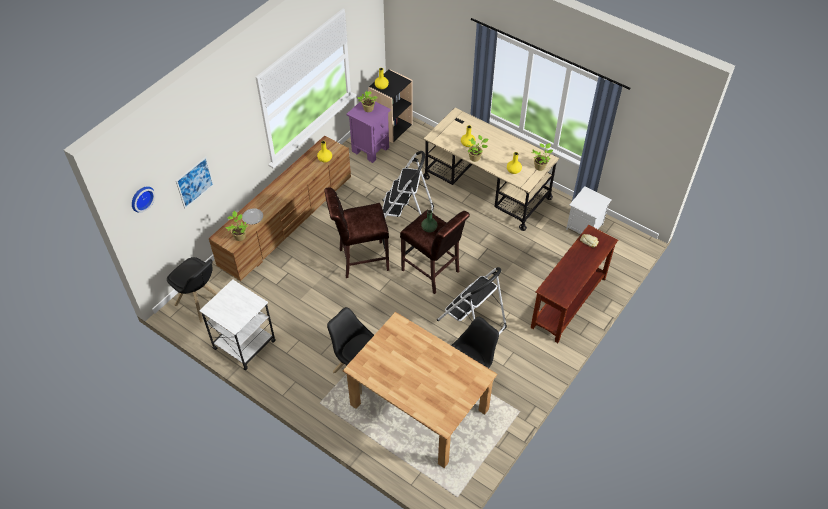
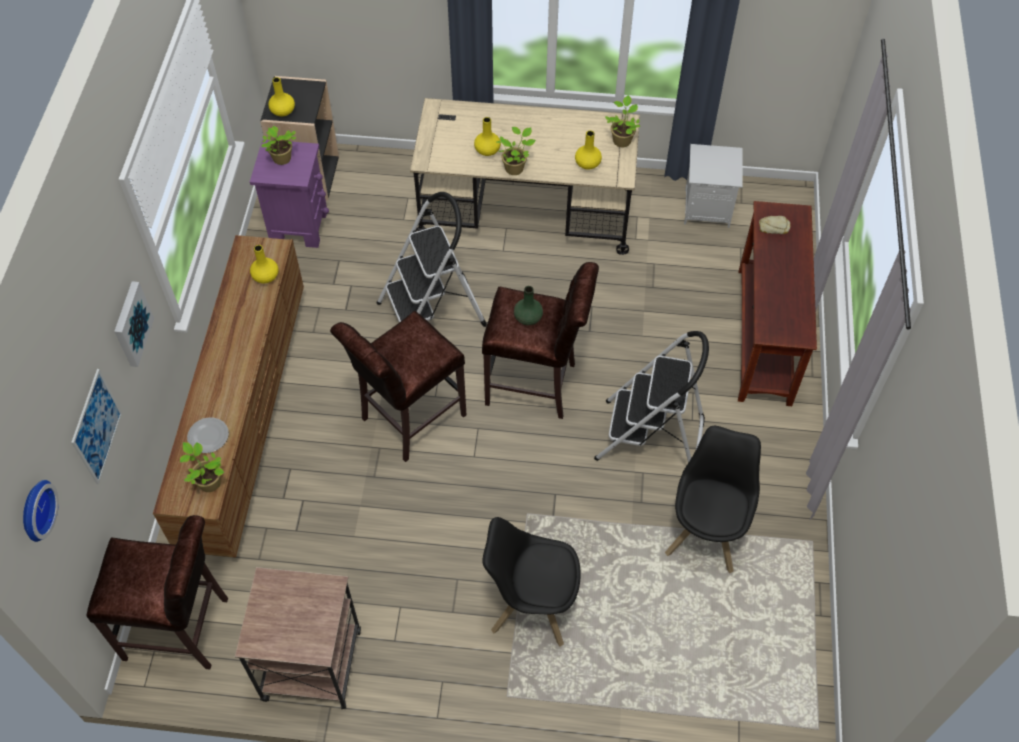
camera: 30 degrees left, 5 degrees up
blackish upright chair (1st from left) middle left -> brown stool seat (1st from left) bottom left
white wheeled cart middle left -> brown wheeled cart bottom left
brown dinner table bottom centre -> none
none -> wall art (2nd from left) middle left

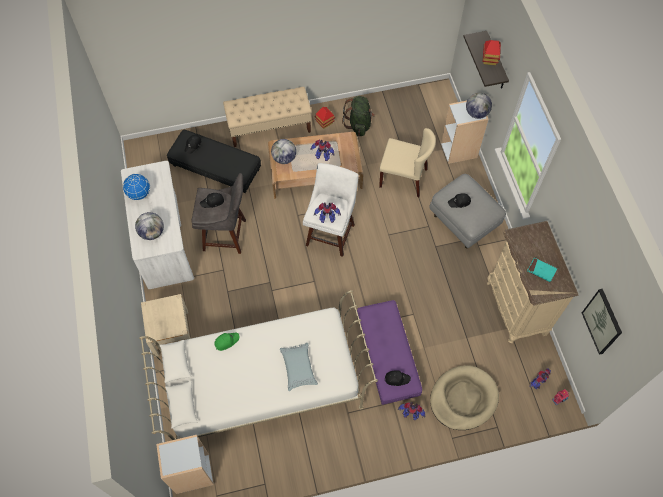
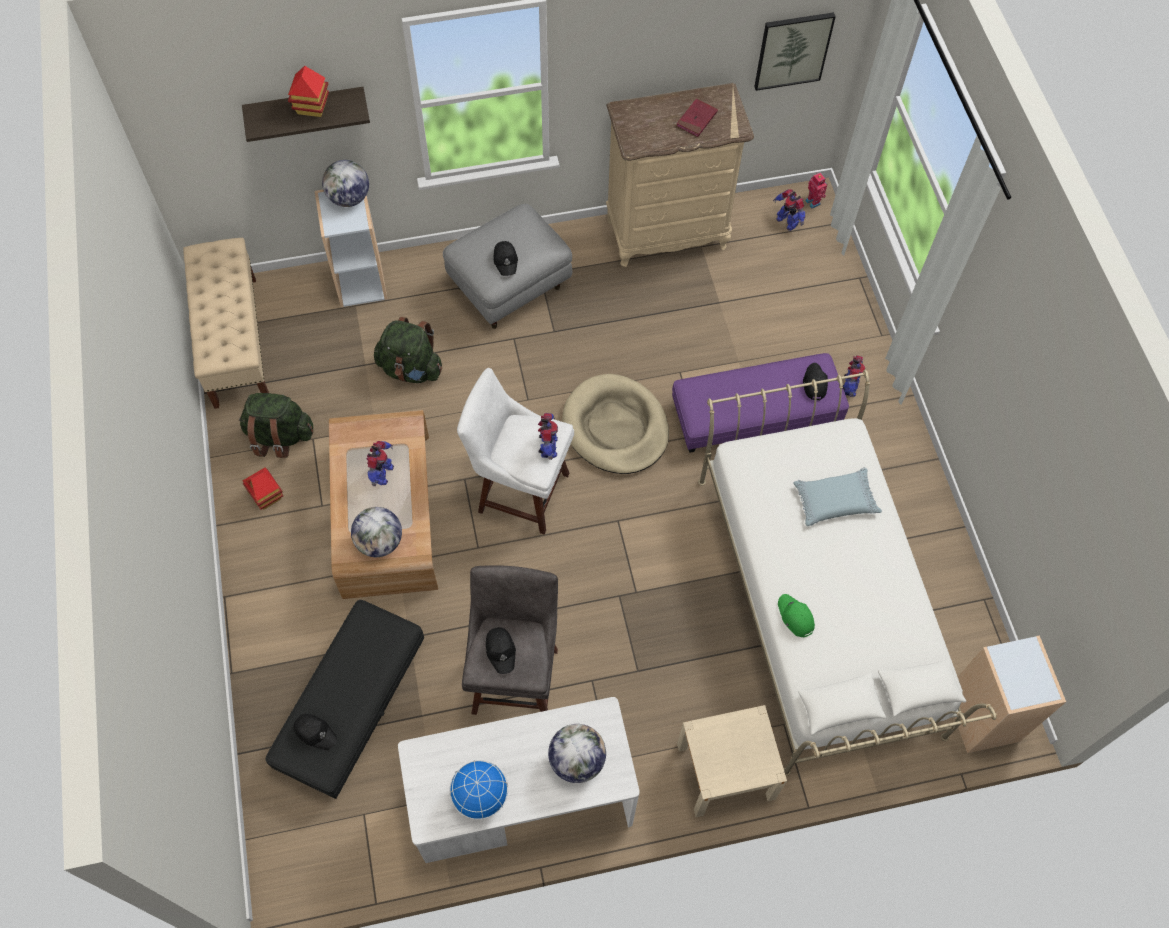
camera: 90 degrees left, 0 degrees up
sand-coloured long seat top centre -> sand-coloured long seat middle left, moved
sand-coloured upright chair top centre -> green rucksack (2nd from left) centre
sand-coloured pet bed bottom right -> sand-coloured pet bed centre, moved
turquoise-coloured bound book middle right -> reddish bound book top centre

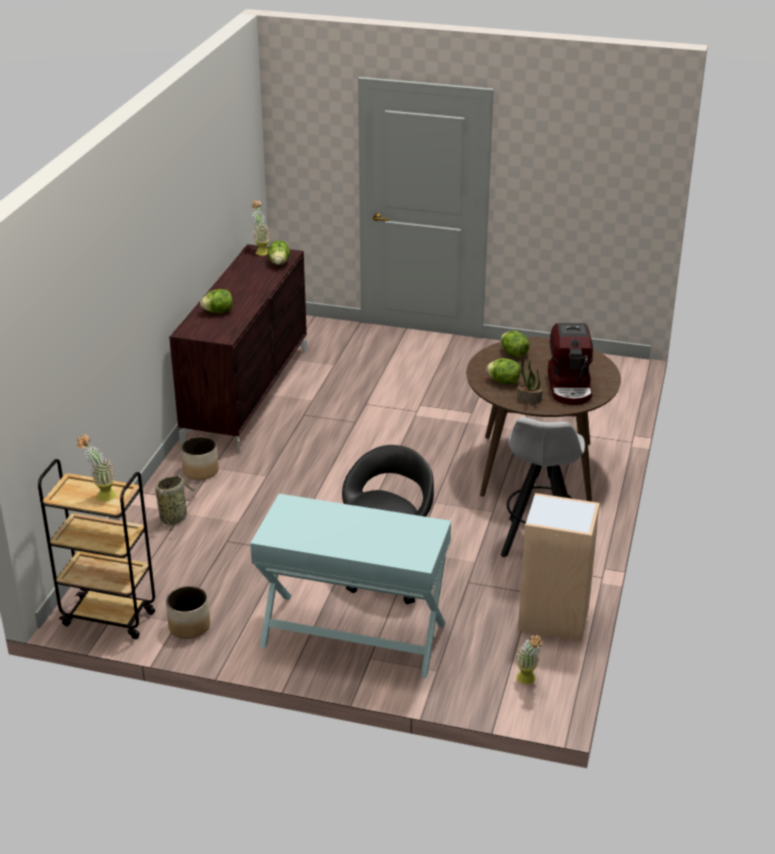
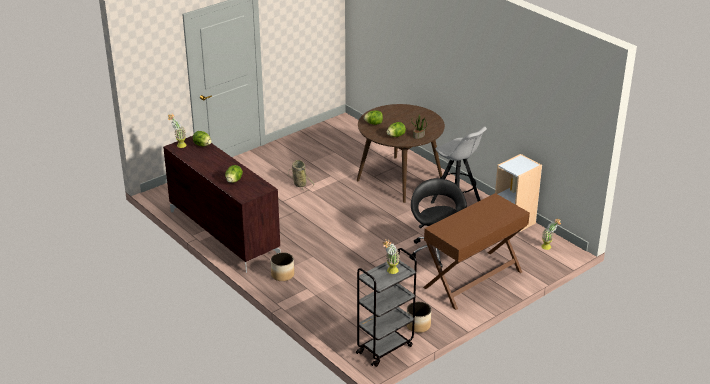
camera: 55 degrees left, 0 degrees up
brown wheeled cart middle left -> gray wheeled cart bottom centre
basket middle left -> basket centre, moved
turquoise-coloured desk table bottom centre -> brown desk table middle right
coffee machine middle right -> none

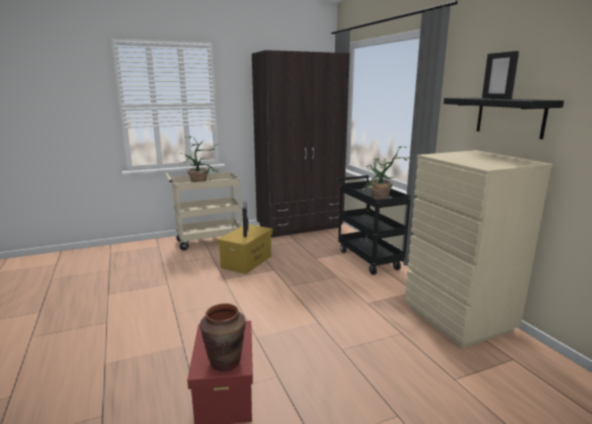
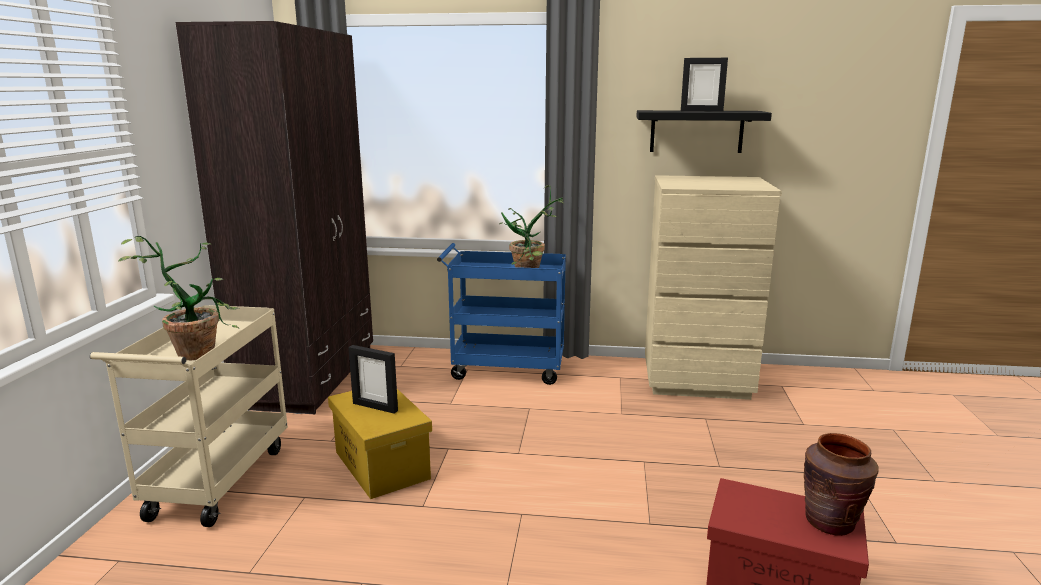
camera: 60 degrees left, 0 degrees up
blackish wheeled cart centre -> blue-coloured wheeled cart centre

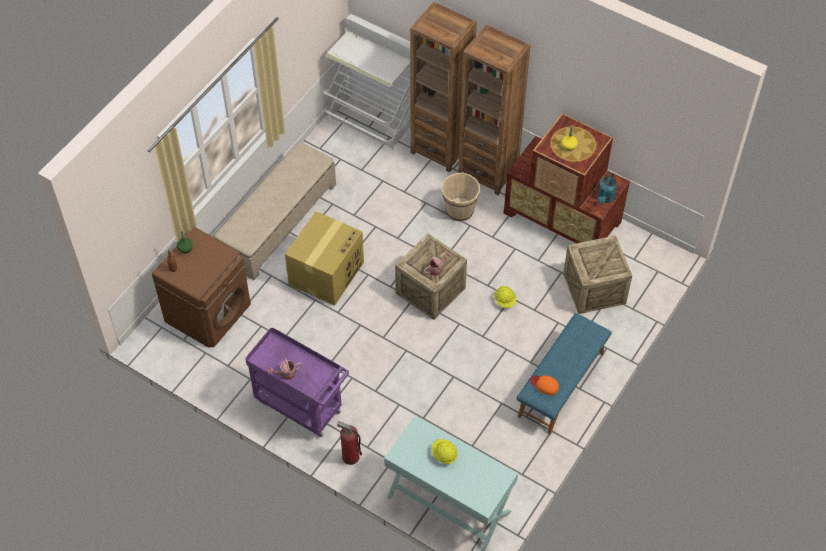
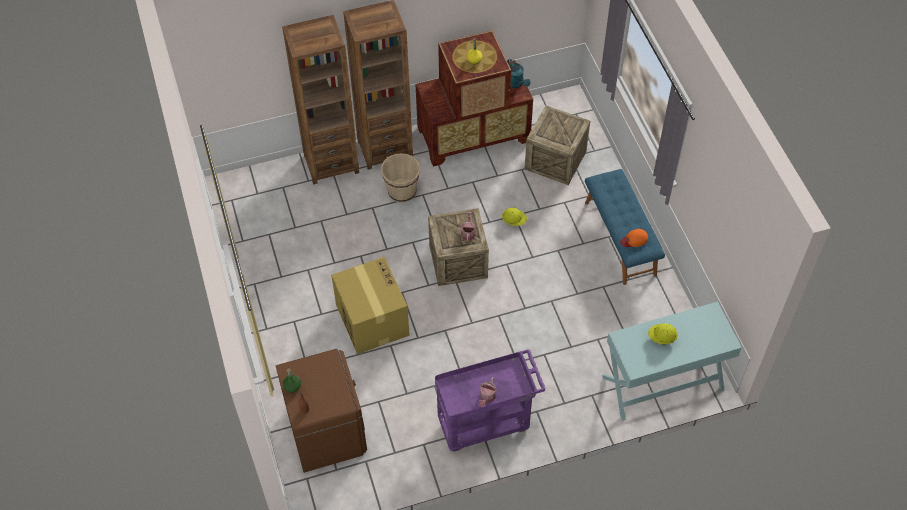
camera: 50 degrees left, 0 degrees up
sand-coloured long seat middle left -> none
white shoe rack top centre -> none
extinguisher bottom centre -> none

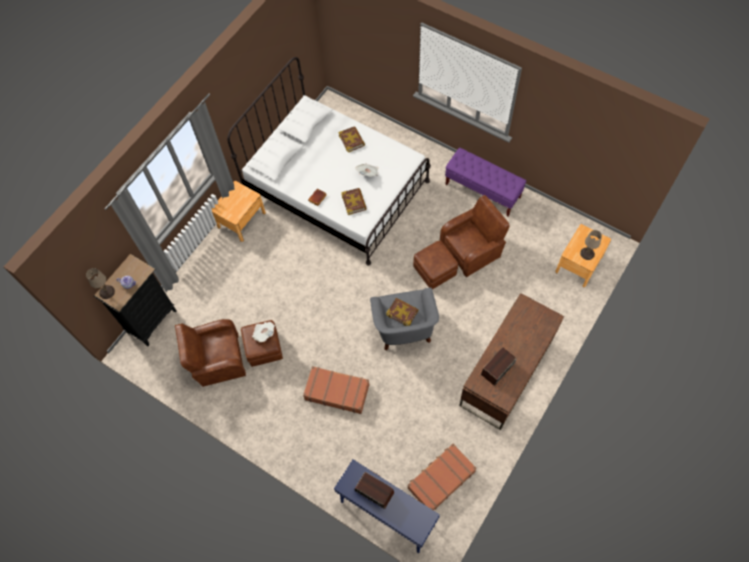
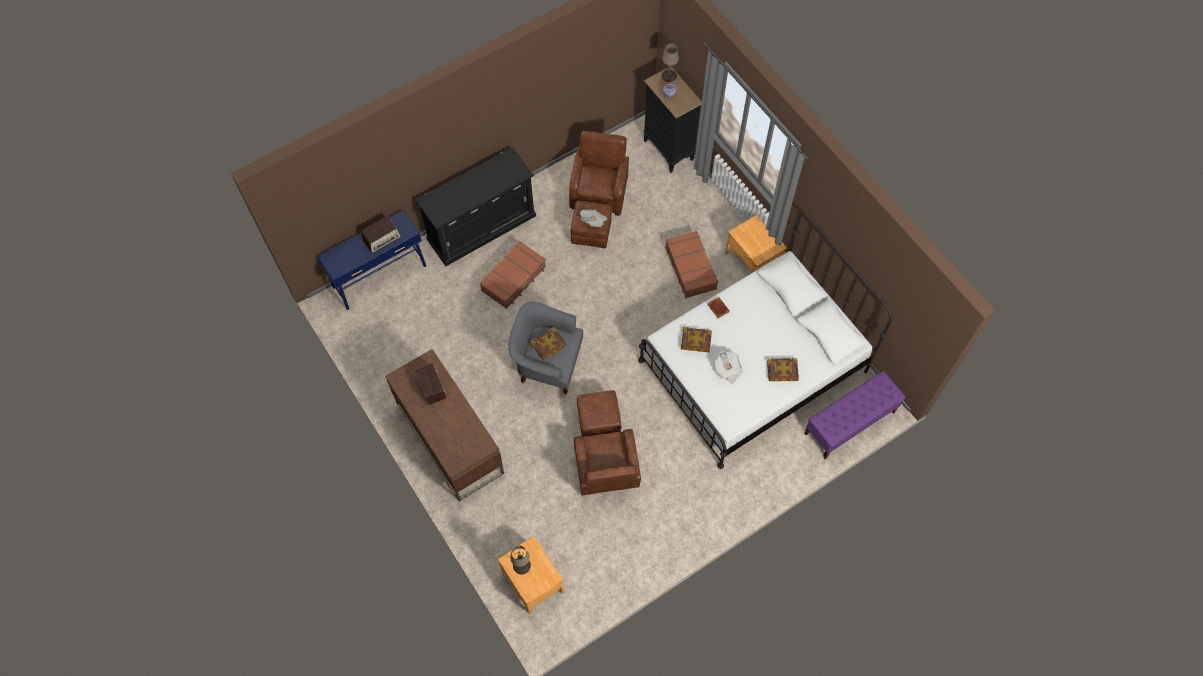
camera: 110 degrees right, 0 degrees up
brown piece of luggage (2nd from left) bottom centre -> brown piece of luggage (2nd from left) centre, moved
purple long seat top centre -> purple long seat middle right, moved
none -> blackish storage cabinet top centre

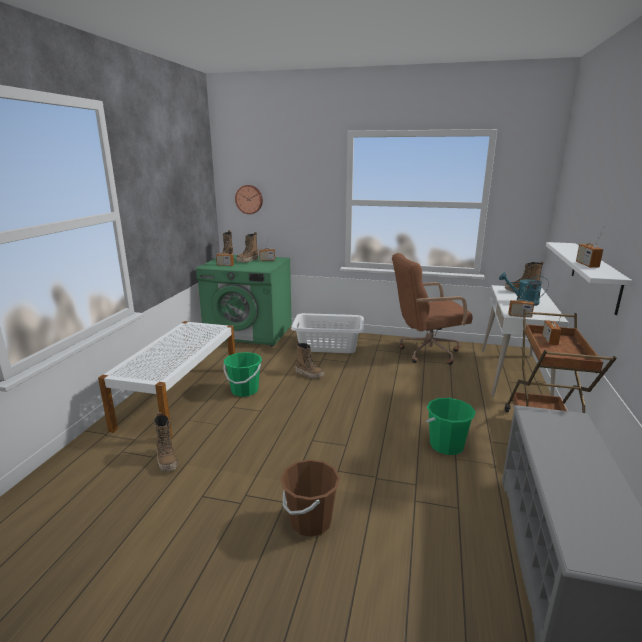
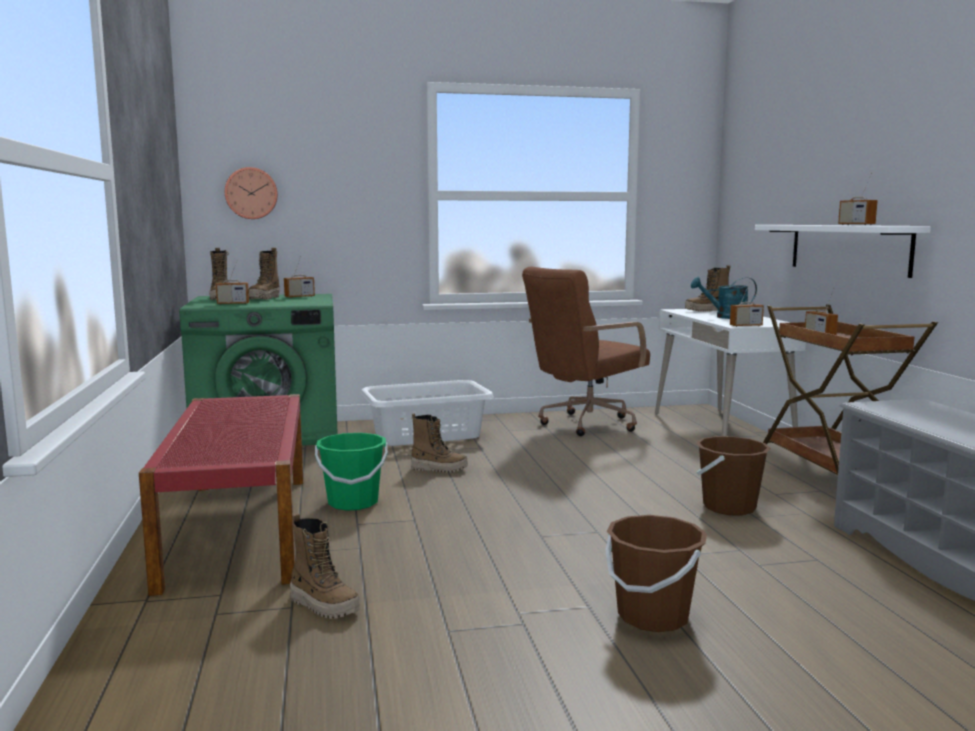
camera: 25 degrees left, 10 degrees down
white long seat middle left -> reddish long seat bottom left
green water bucket (2nd from left) middle right -> brown water bucket (2nd from left) middle right

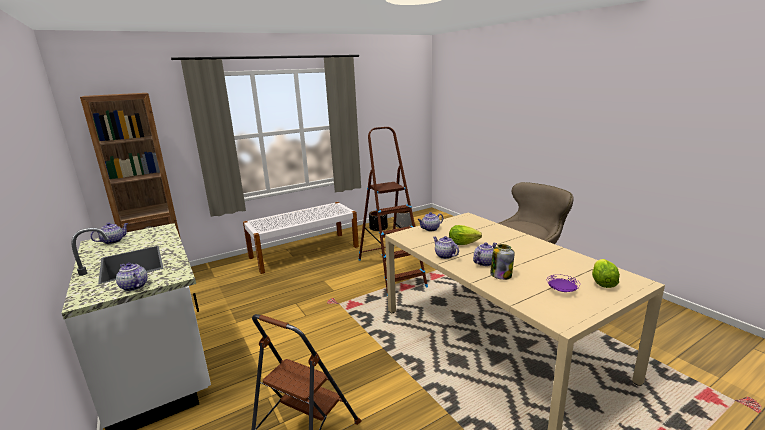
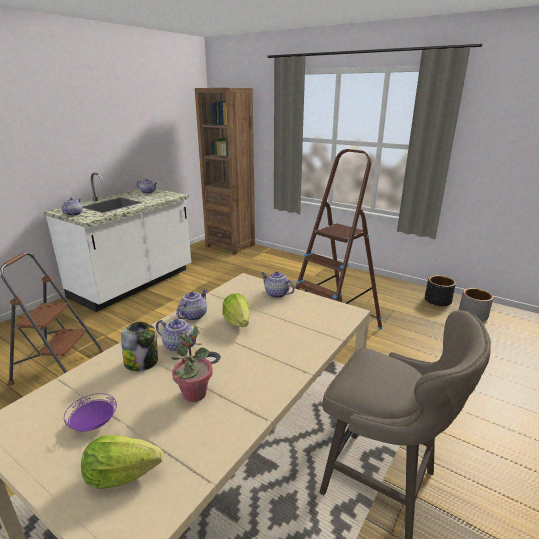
camera: 65 degrees right, 5 degrees up
white long seat centre -> none
none -> plant in a pot bottom centre

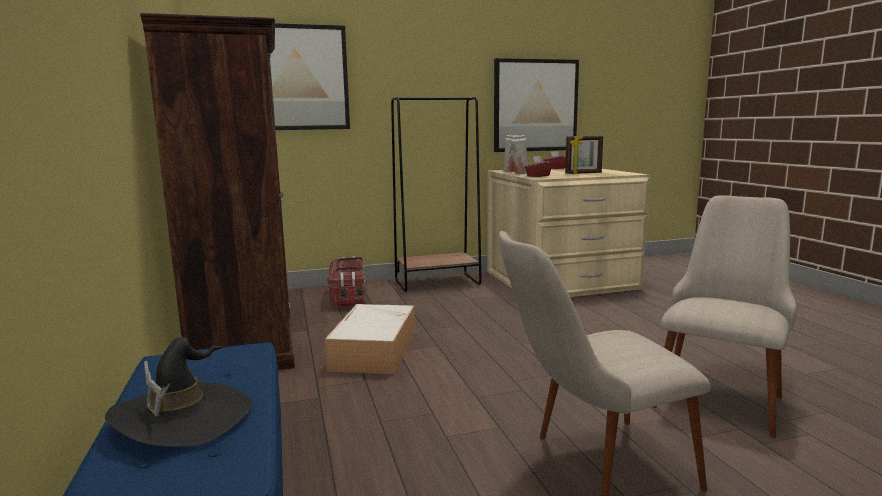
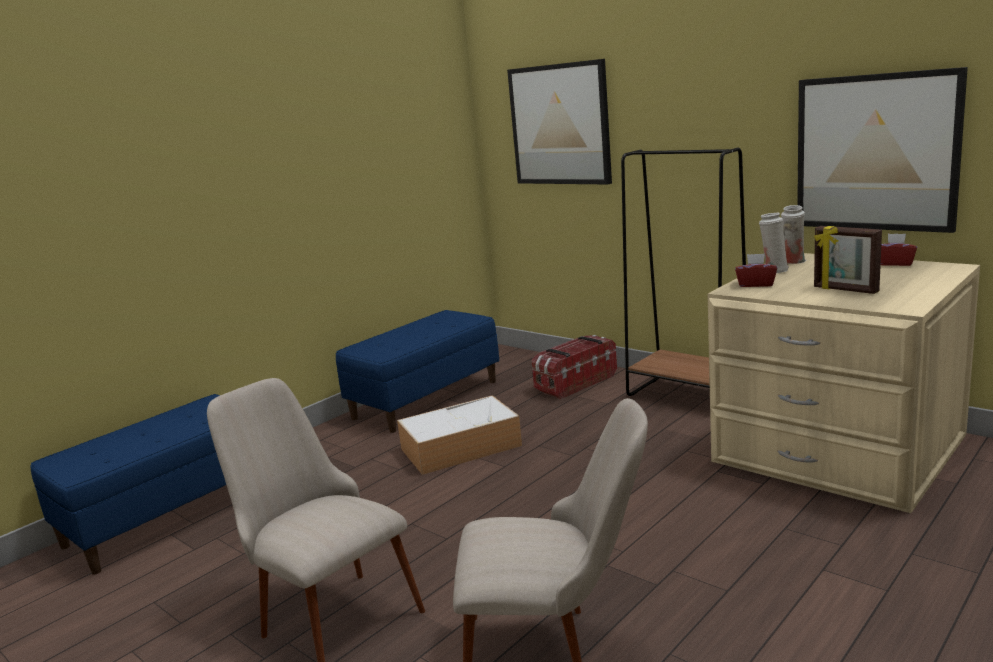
camera: 60 degrees right, 5 degrees up
blackish wearable hat bottom left -> none
brown wardrobe middle left -> blue-coloured long seat (2nd from left) centre

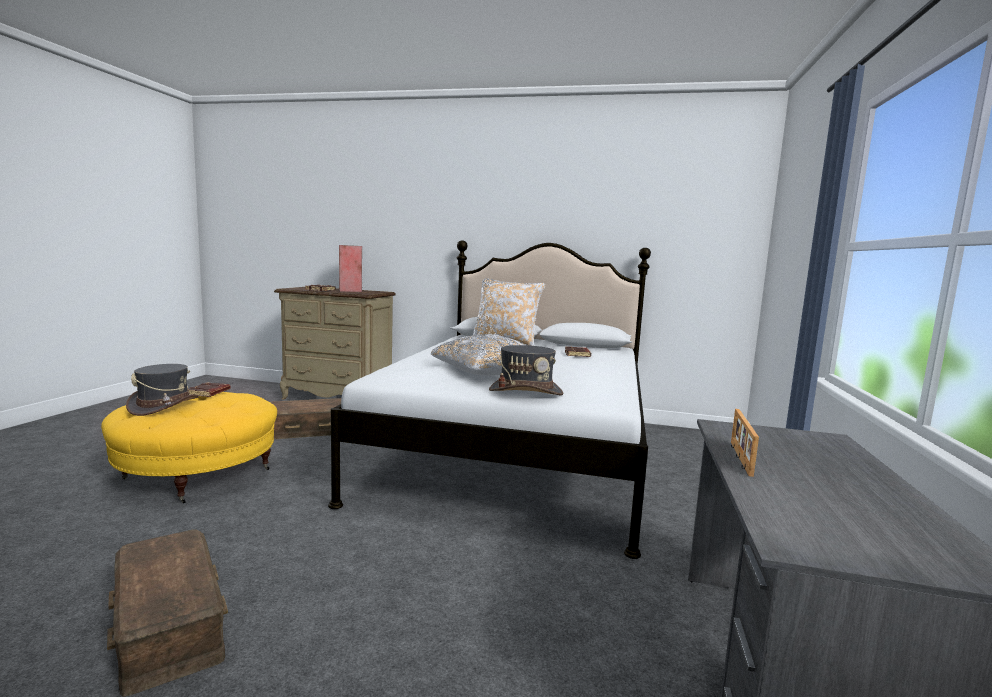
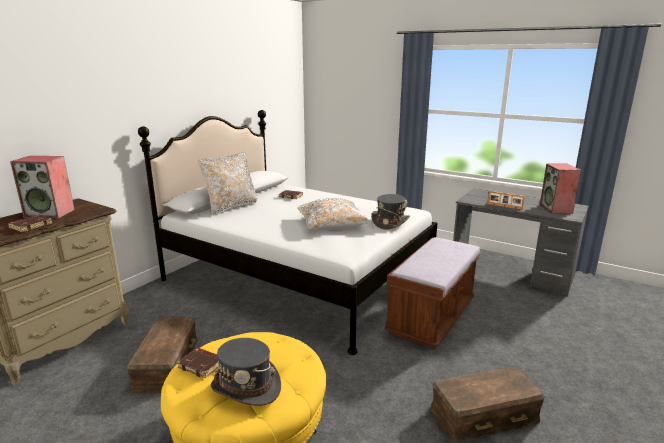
camera: 70 degrees left, 10 degrees up
none -> brown long seat centre
none -> speaker (2nd from left) middle right

